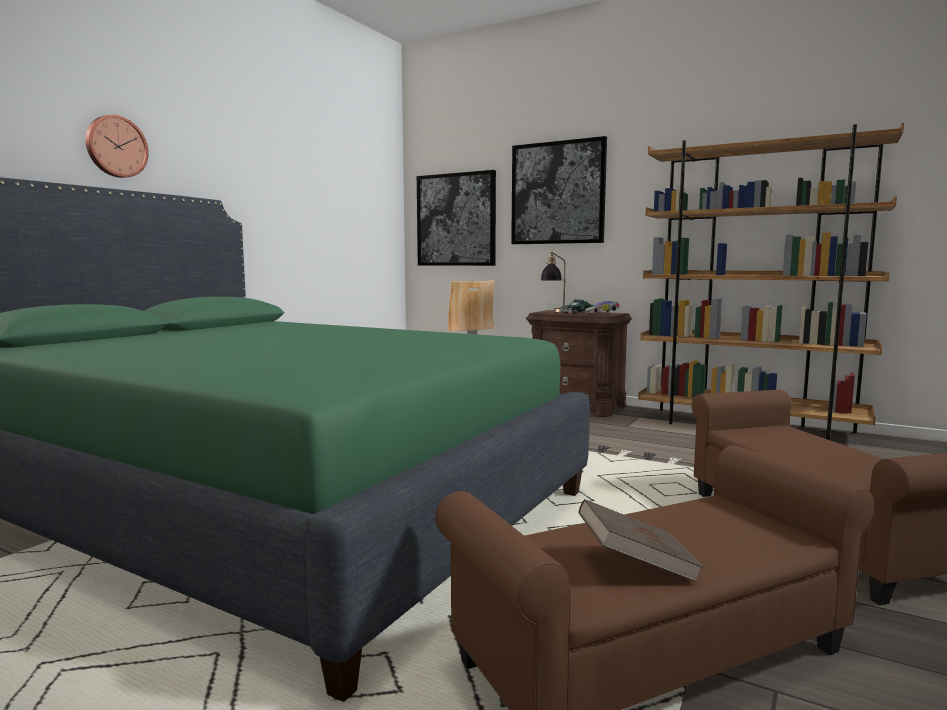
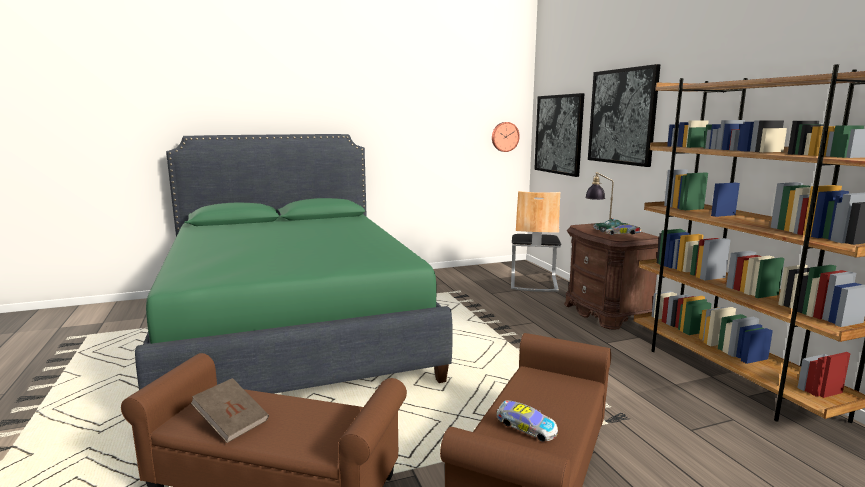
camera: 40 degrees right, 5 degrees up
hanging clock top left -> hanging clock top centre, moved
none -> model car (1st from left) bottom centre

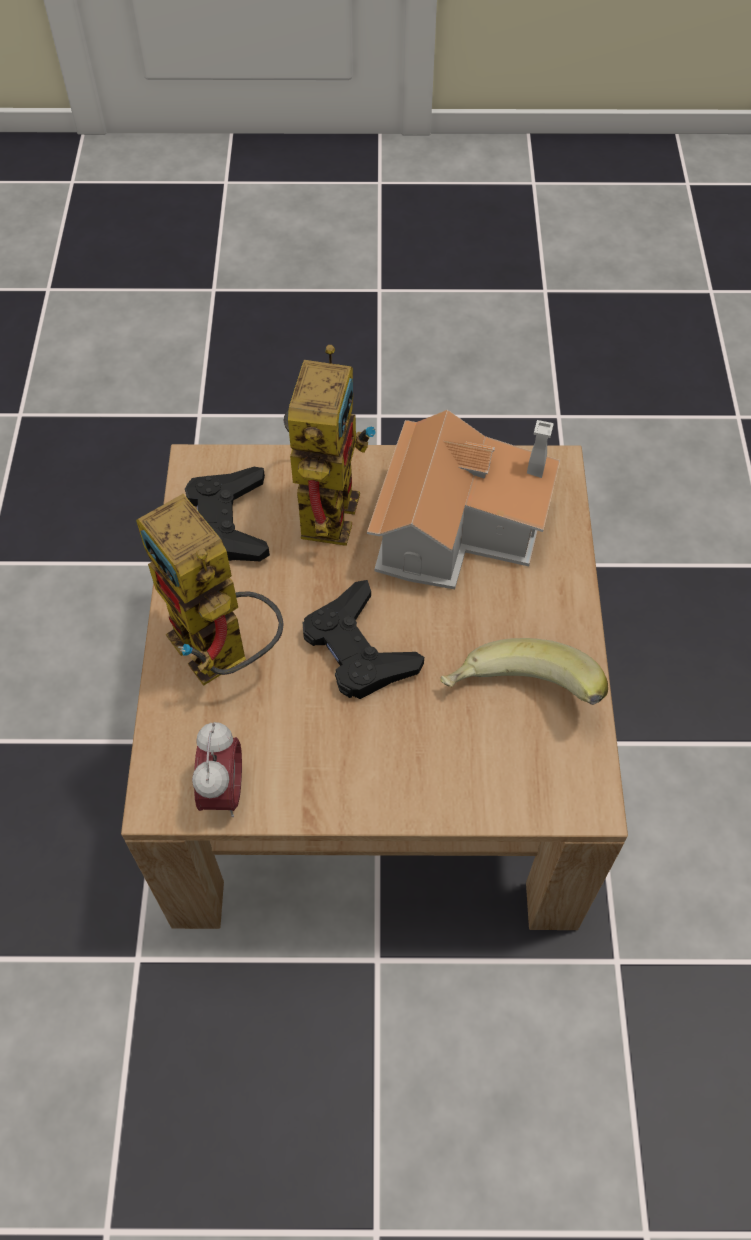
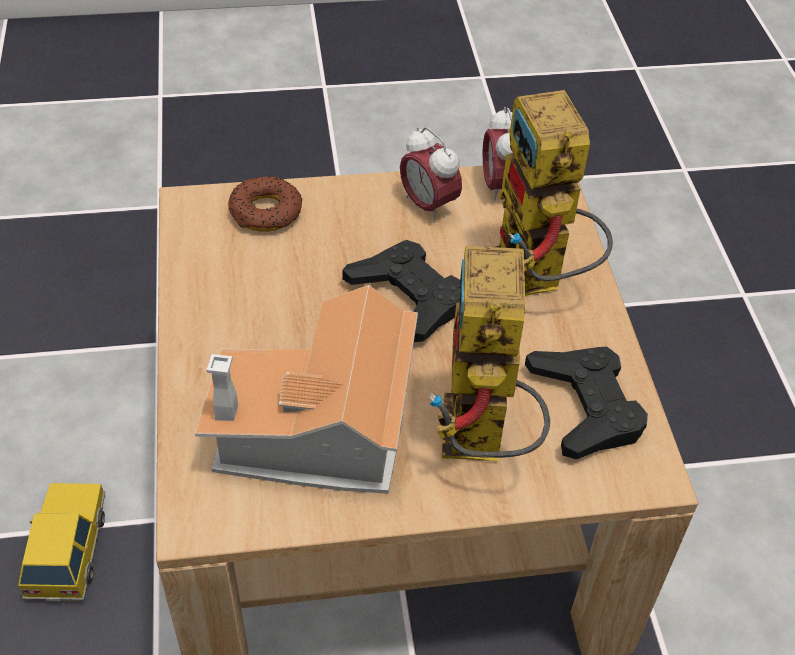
camera: 170 degrees right, 10 degrees down
robot figure (1st from left in the first image) middle left -> robot figure (2nd from left) top right, 150 degrees counterclockwise
whole banana middle right -> none
none -> model car bottom left
none -> ring doughnut top centre
none -> alarm clock (1st from left) top centre

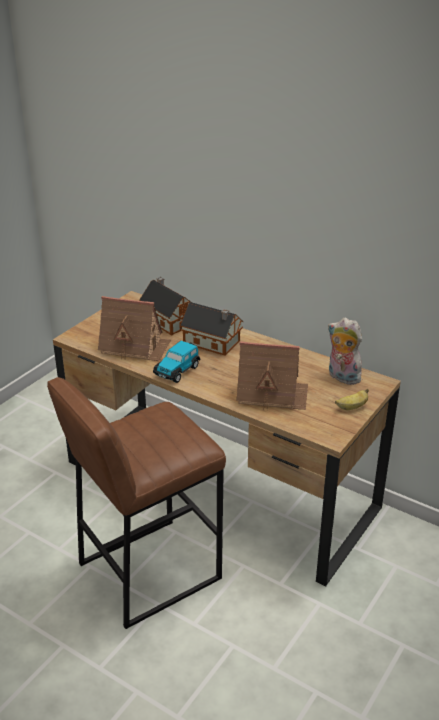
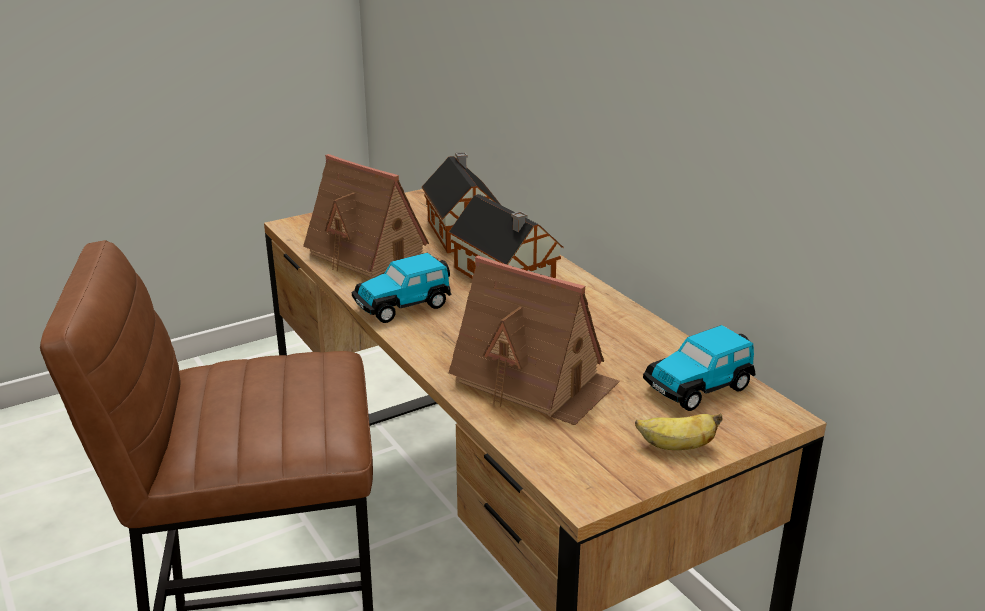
camera: 25 degrees right, 5 degrees down
soft toy middle right -> model car (2nd from left) middle right

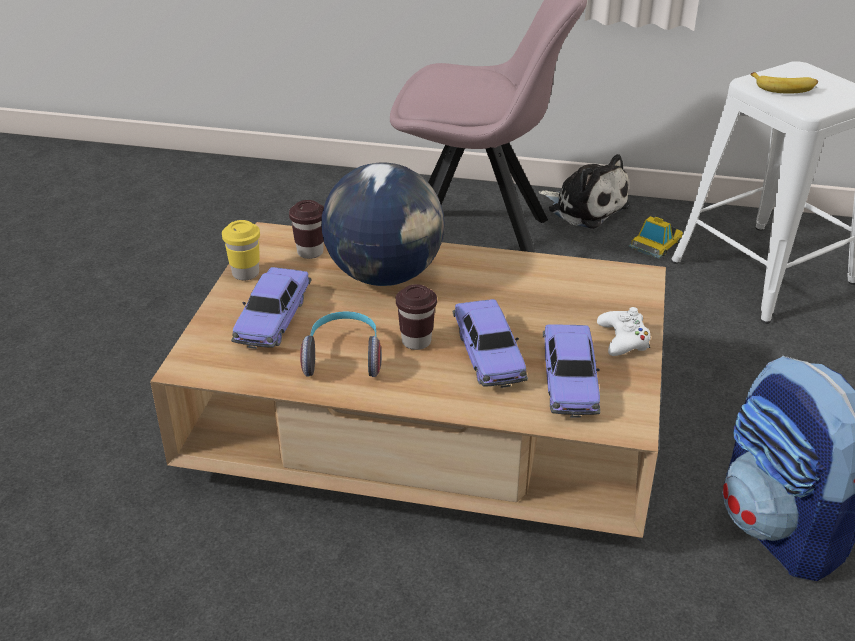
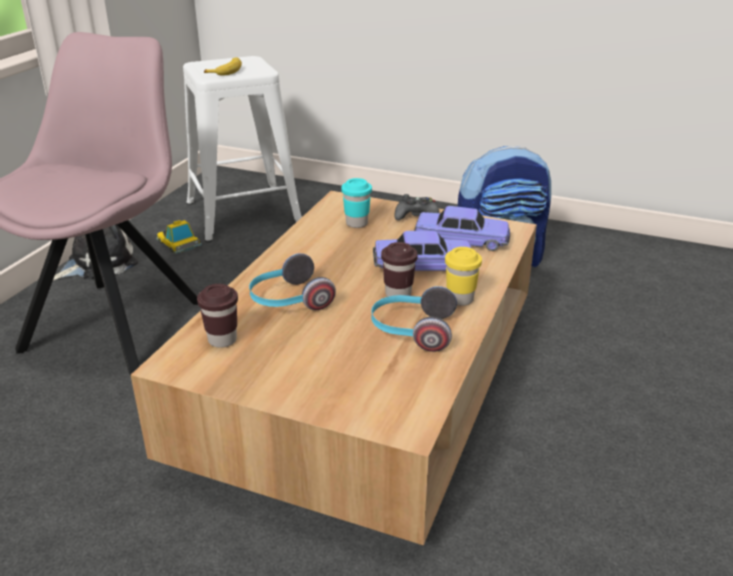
camera: 80 degrees left, 5 degrees down
yellow-coloured cup middle left -> yellow-coloured cup centre, moved
model car (1st from left) middle left -> none
globe centre -> headset (1st from left) centre
white joypad middle right -> blackish joypad centre
none -> turquoise-coloured cup centre

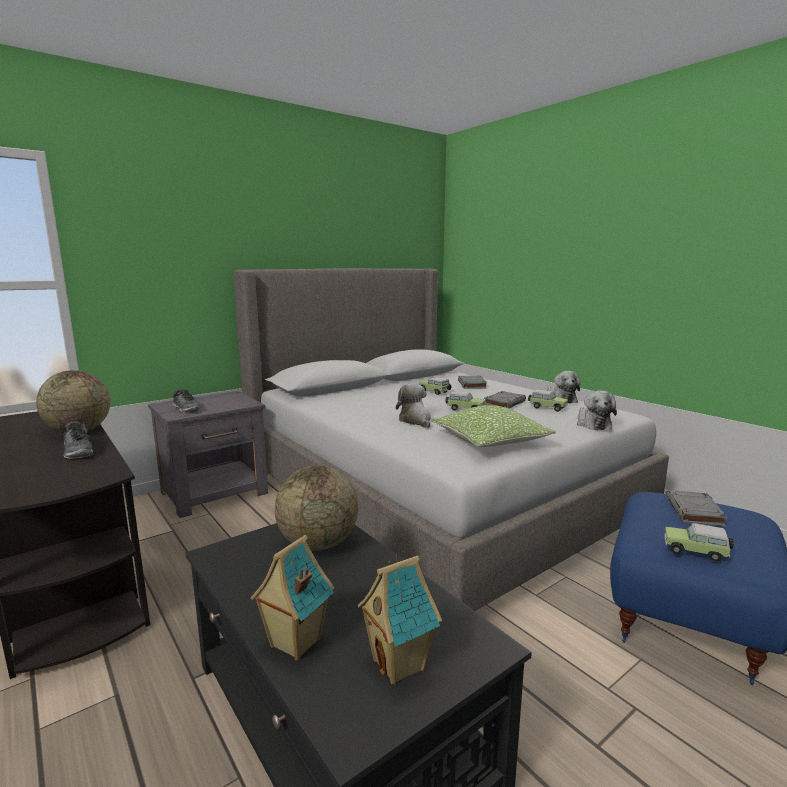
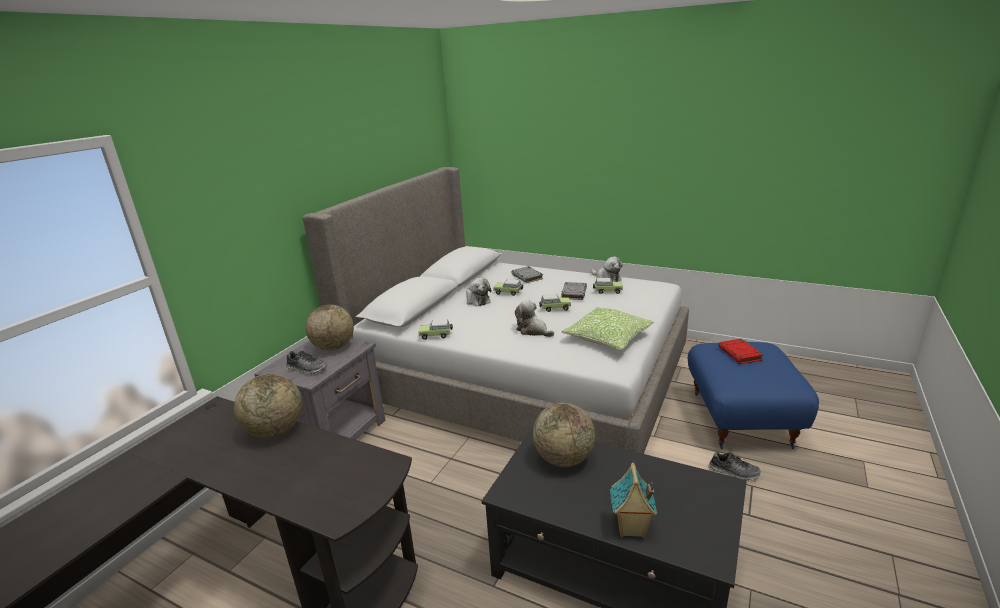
camera: 25 degrees left, 10 degrees up
low shoe (1st from left in the first image) middle left -> low shoe (2nd from left) bottom right, moved
miniature house (2nd from left) bottom centre -> none
soft toy (3rd from left in the first image) middle right -> soft toy (1st from left) centre, moved
model car (4th from left in the first image) bottom right -> model car (1st from left) centre, moved
gray bound book (3rd from left) middle right -> reddish bound book middle right
none -> globe (2nd from left) middle left

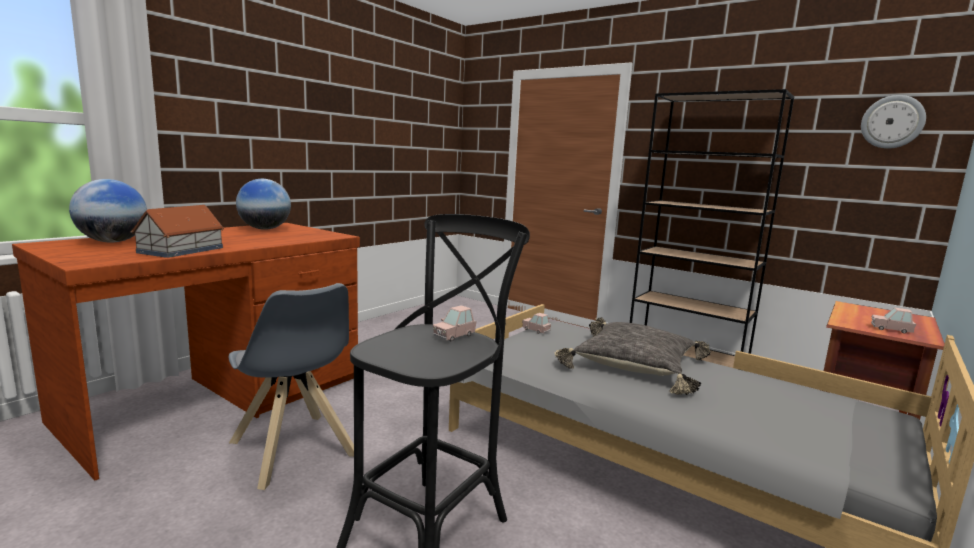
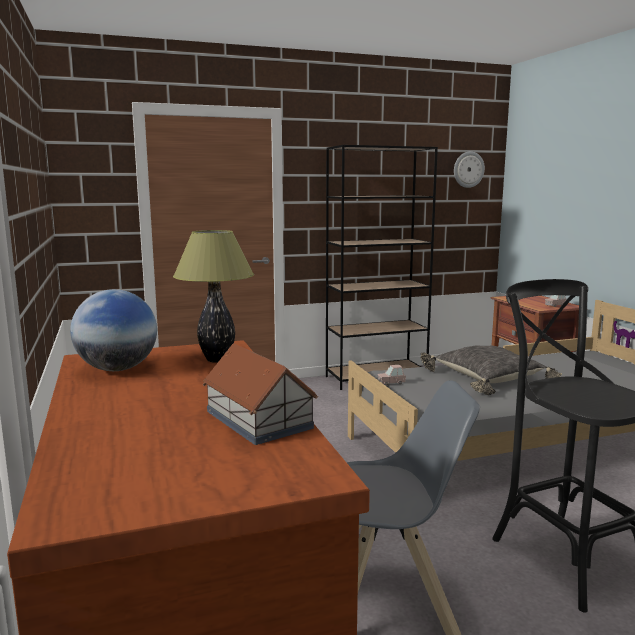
camera: 55 degrees left, 0 degrees up
globe (1st from left) middle left -> none
pinkish model car (1st from left) centre -> none
none -> tabletop lamp centre

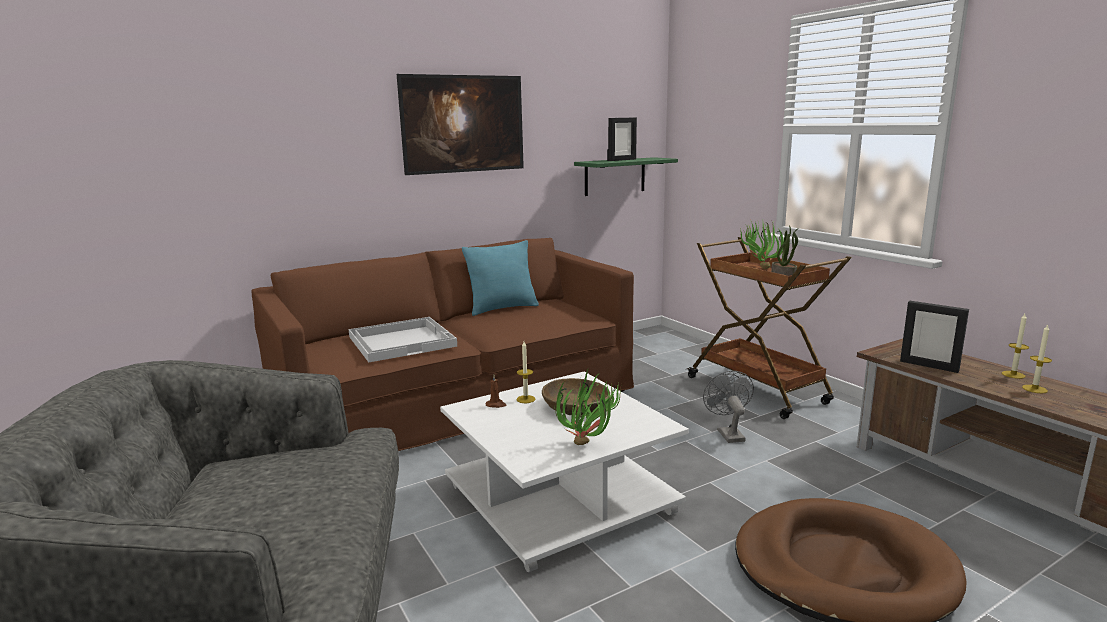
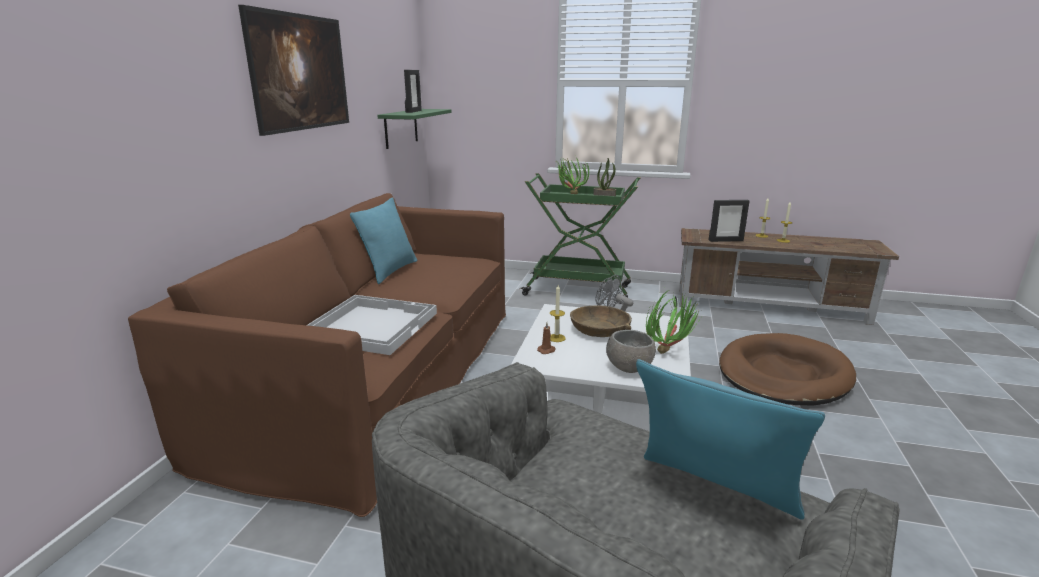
camera: 45 degrees left, 5 degrees up
brown wheeled cart middle right -> green wheeled cart centre
none -> gray serving bowl centre
none -> turquoise-coloured cushion (2nd from left) bottom right

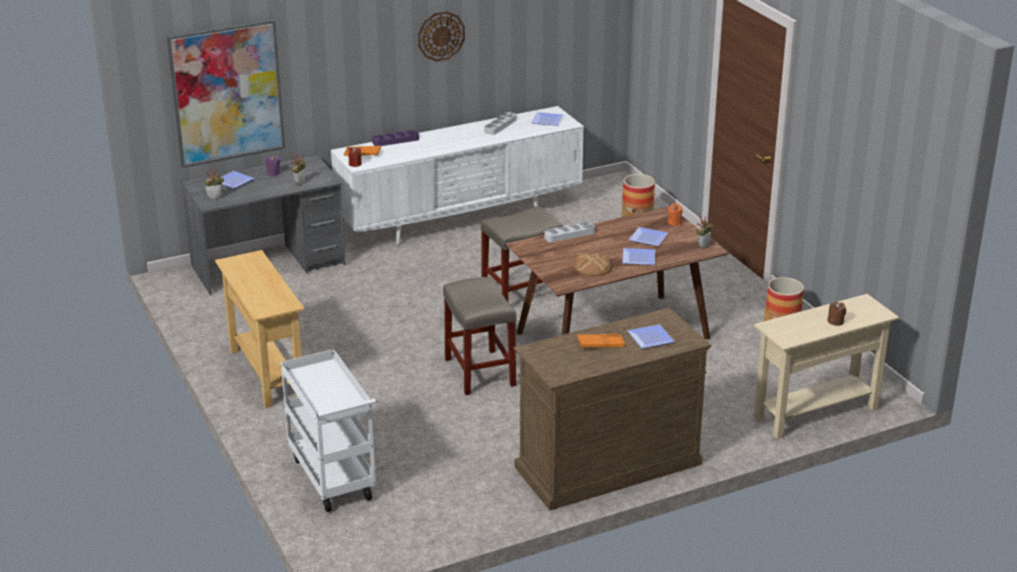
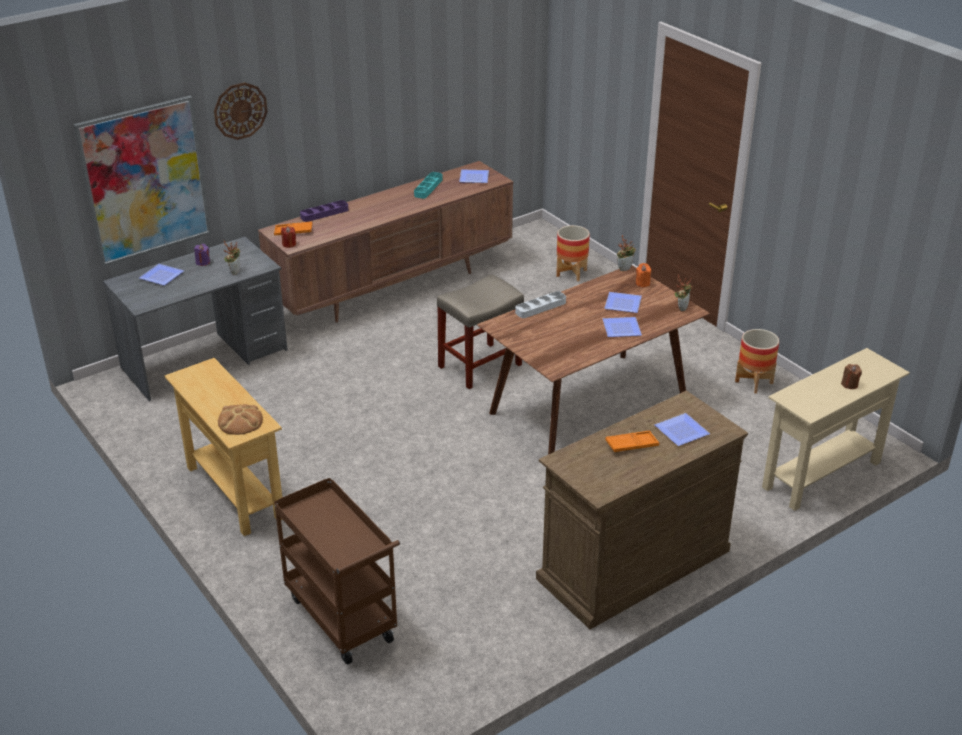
camera: 10 degrees left, 5 degrees up
plant in a pot (1st from left in the first image) top left -> plant in a pot (2nd from left) centre, moved
white wheeled cart bottom left -> brown wheeled cart bottom centre
white storage cabinet top centre -> brown storage cabinet top centre
hanging clock top centre -> hanging clock top left, moved
sand-coloured stool seat (1st from left) centre -> none
gray tray (1st from left) top centre -> turquoise-coloured tray top centre
baked bread centre -> baked bread middle left, moved

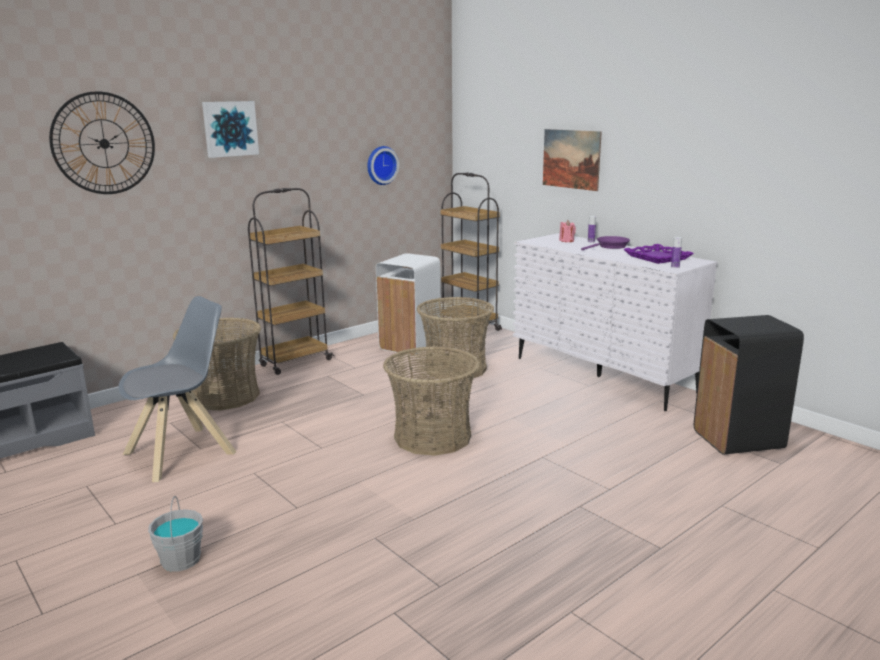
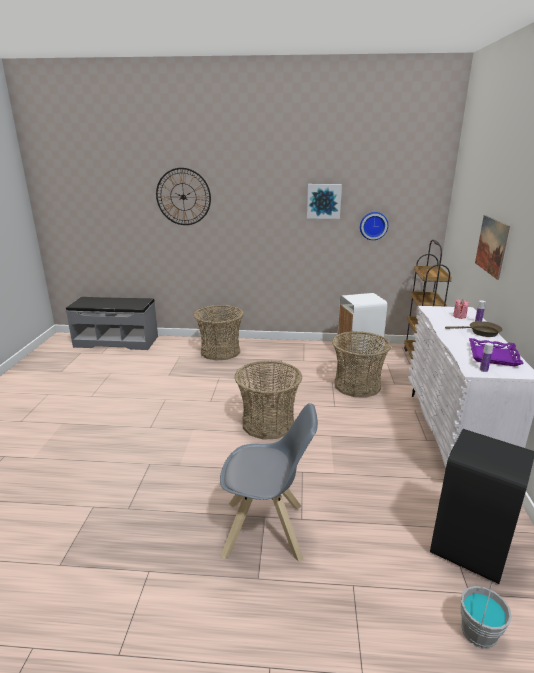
camera: 45 degrees right, 5 degrees up
gray upright chair middle left -> gray upright chair bottom centre, moved
gray water bucket bottom left -> gray water bucket bottom right, moved
wall art (1st from left) top left -> wall art (1st from left) top centre, moved
brown wheeled cart (1st from left) middle left -> none
purple pan middle right -> brown pan middle right

